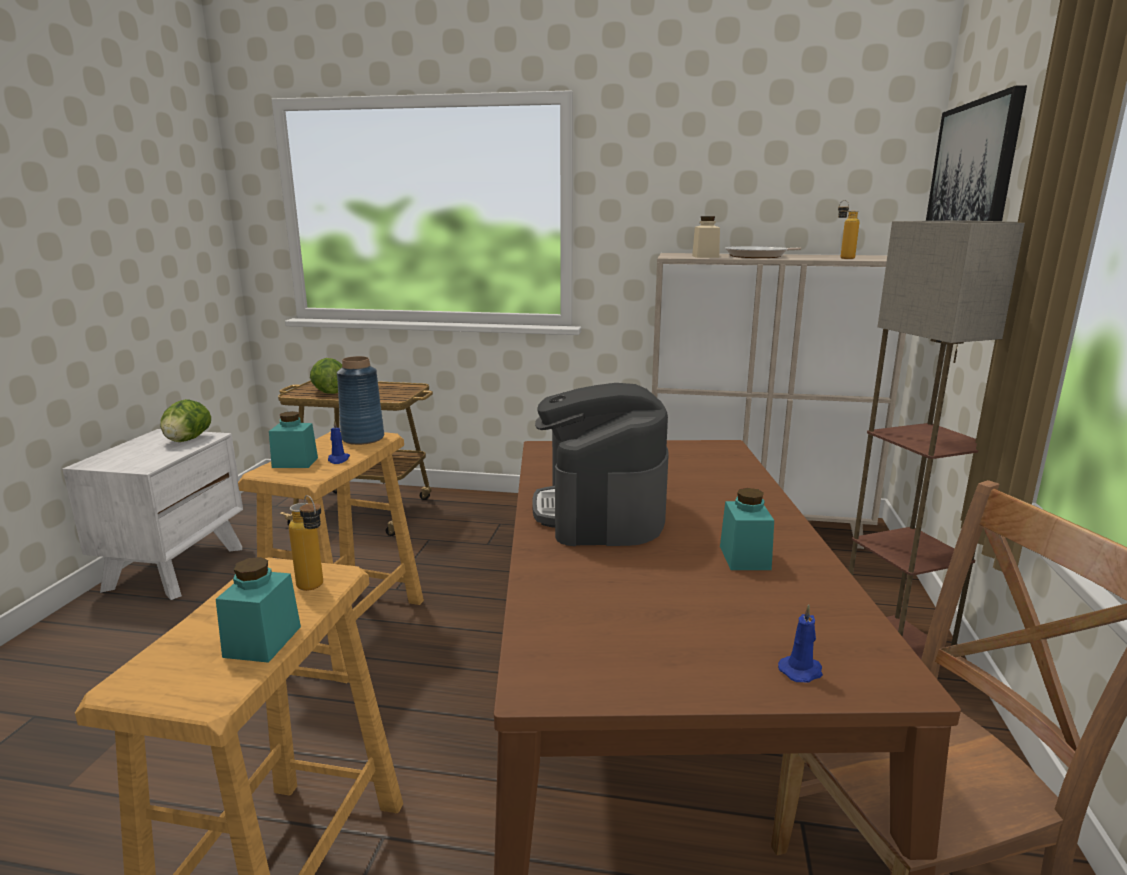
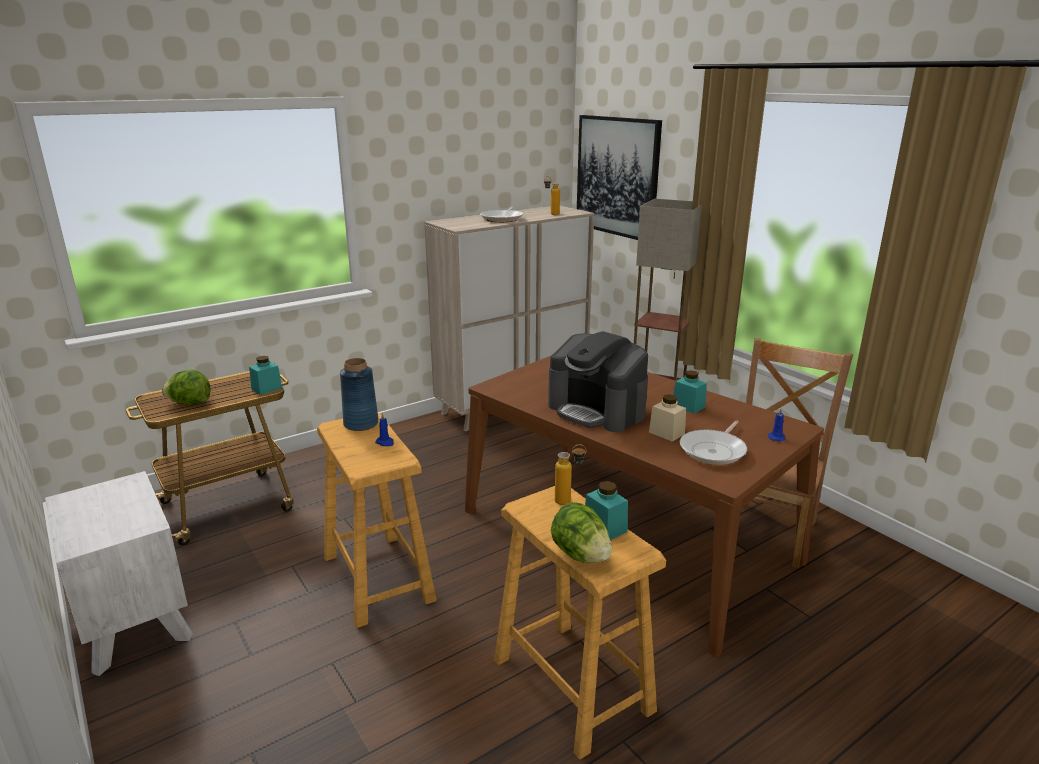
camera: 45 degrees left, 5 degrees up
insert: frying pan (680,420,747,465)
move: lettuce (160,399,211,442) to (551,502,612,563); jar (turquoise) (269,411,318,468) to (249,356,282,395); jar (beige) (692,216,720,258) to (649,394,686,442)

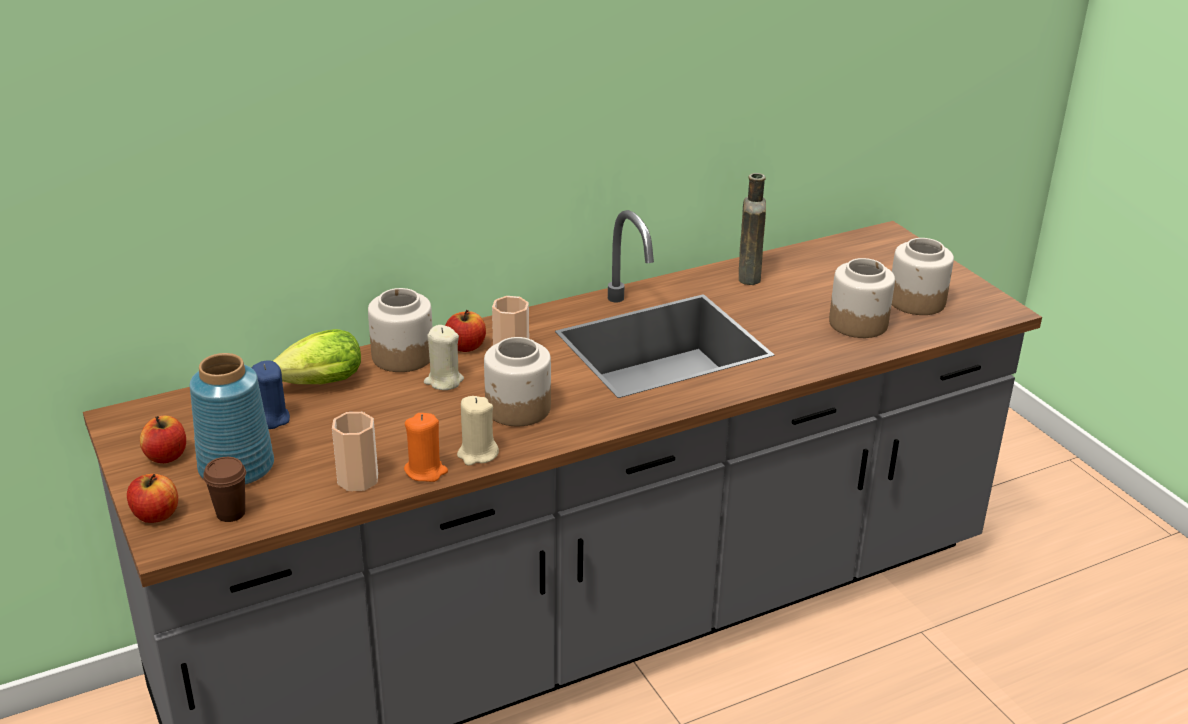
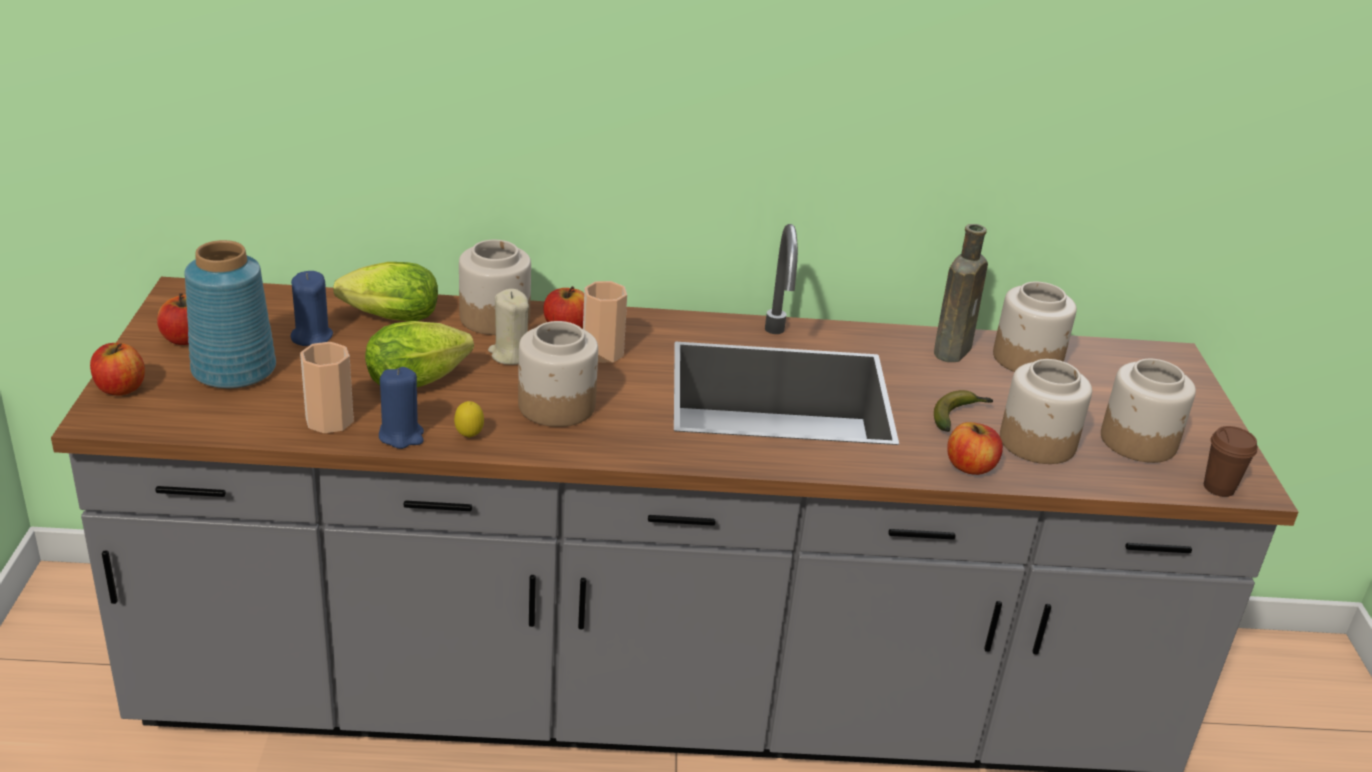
camera: 25 degrees right, 0 degrees up
insert: lettuce (365,321,474,387); banana (934,390,993,432); apple (947,422,1003,475); jar (993,282,1077,372)
move: cup (brown) (203,457,246,522) to (1204,426,1258,497)
replace: candle (beige) (457,396,499,466) to lemon (454,401,484,438)
recolor: candle (orange) (404,413,448,482) to candle (blue) (379,367,424,449)

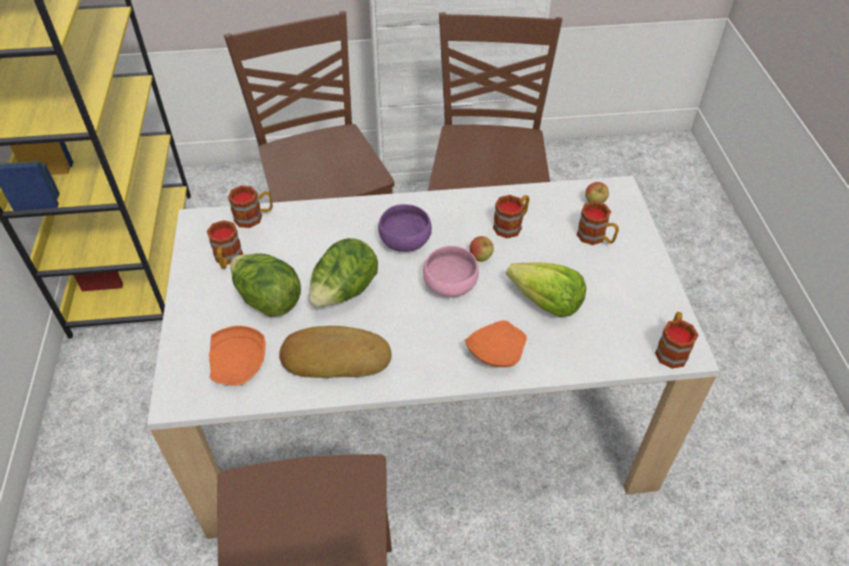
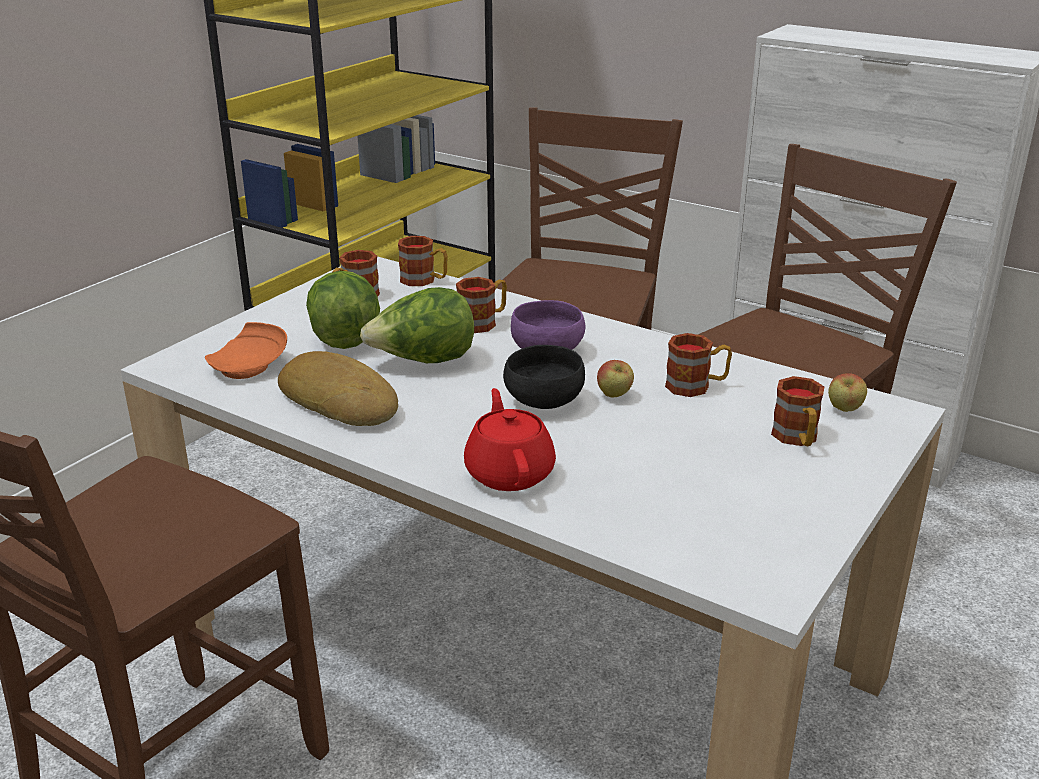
camera: 40 degrees right, 20 degrees down
delete: lettuce (506,262,586,317)
move: mug (655,312,699,369) to (456,277,507,333)
replace: plate (orange) (465,320,527,367) to teapot (red) (464,388,556,491)
recolor: bowl (pink) (423,246,479,297) to bowl (black) (503,345,585,409)

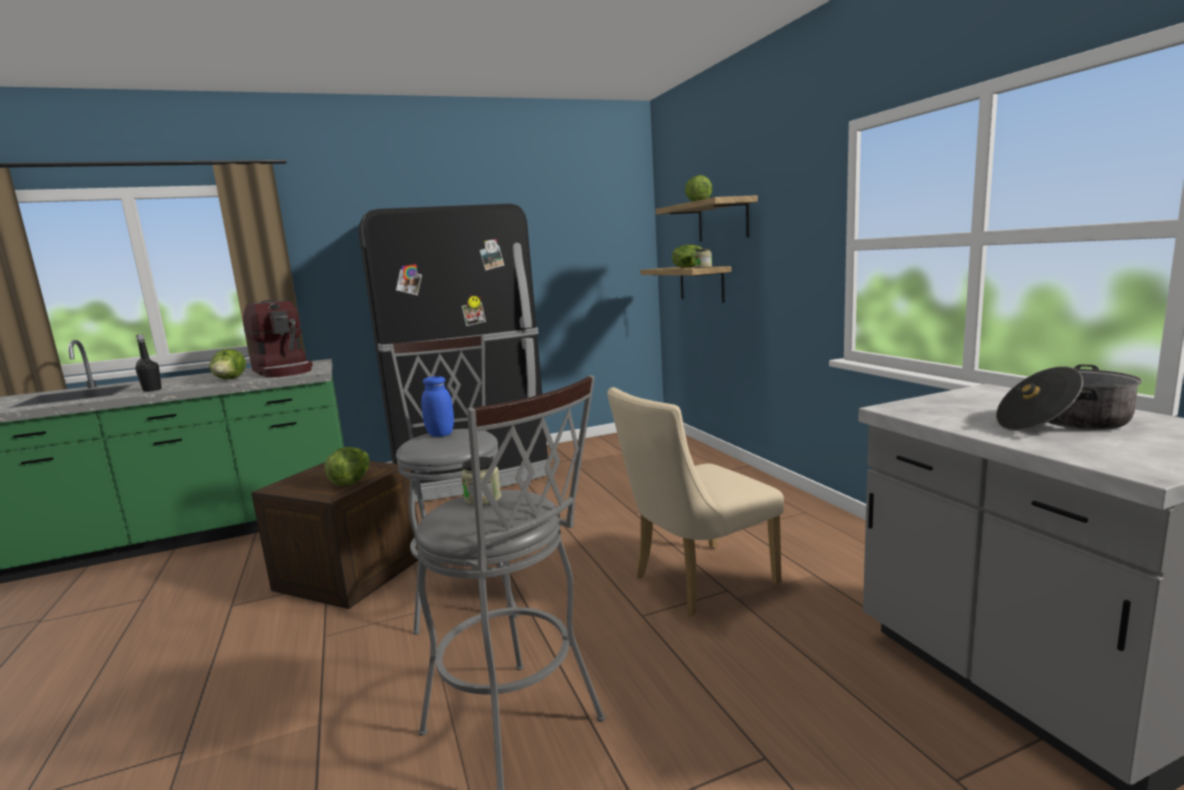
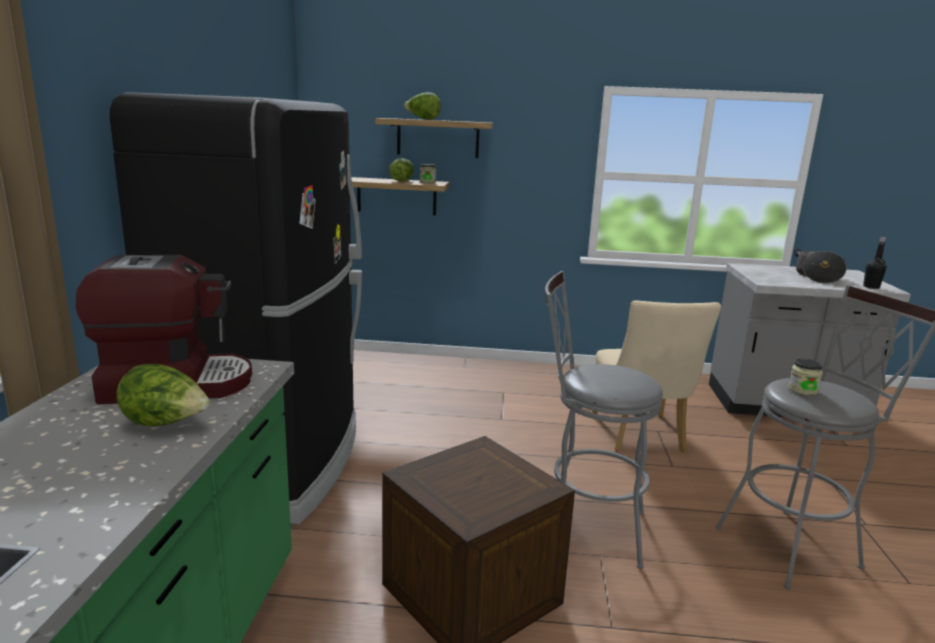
camera: 65 degrees left, 5 degrees up
delete: lettuce (324,447,370,486); jar (blue) (421,376,454,437)
move: bottle (black) (135,334,162,392) to (863,237,887,289)

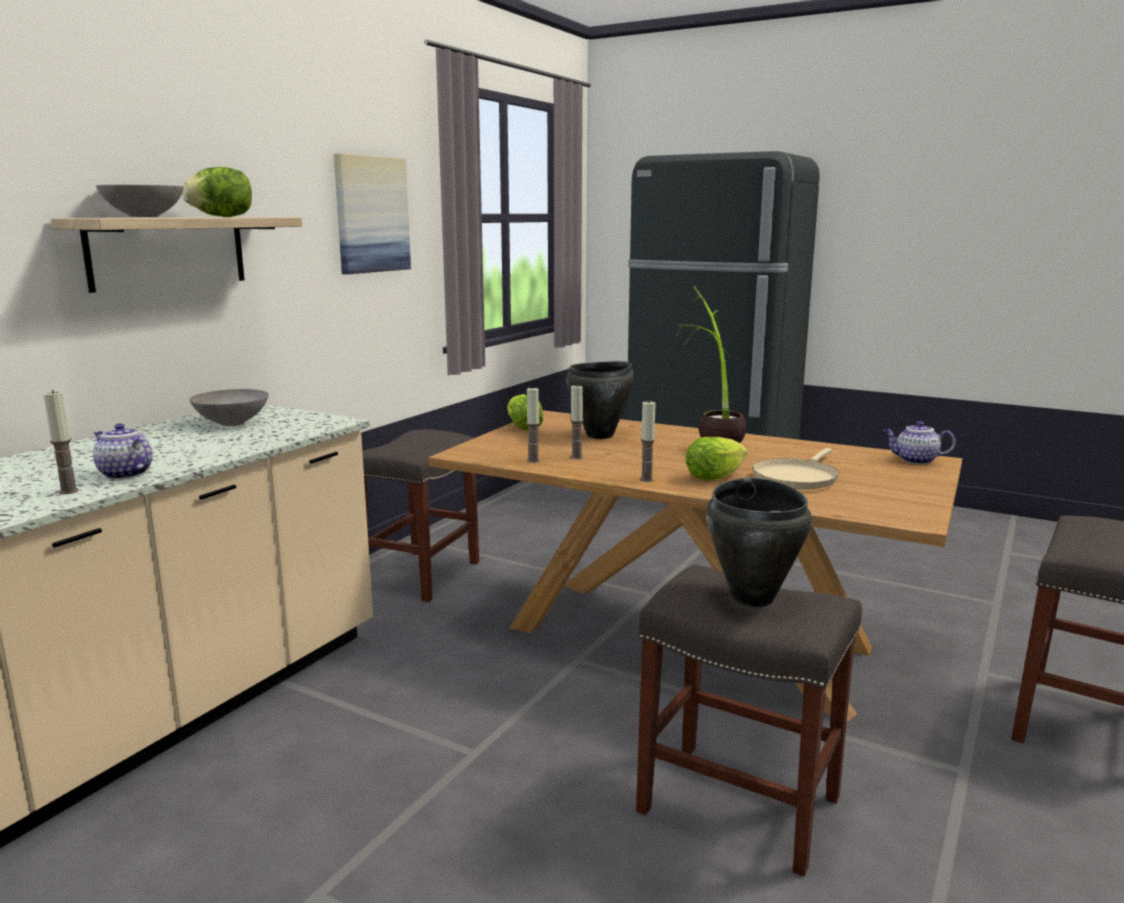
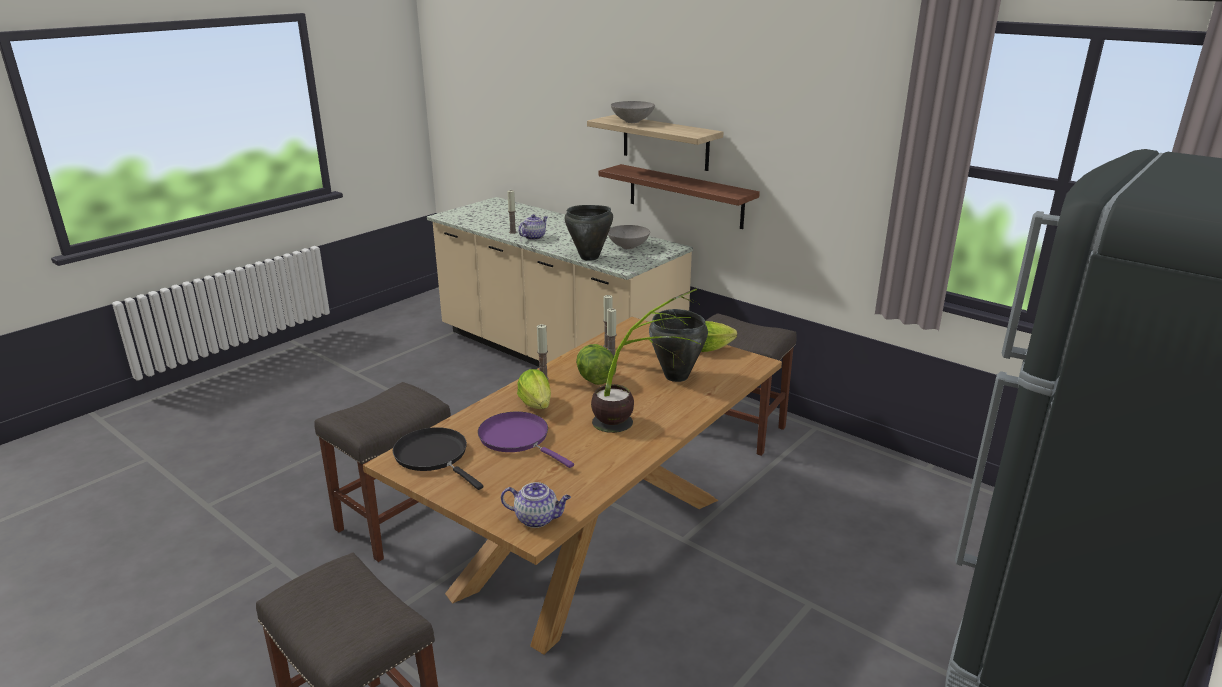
camera: 100 degrees right, 10 degrees up
delete: picture (334,153,411,274)
insert: frying pan (black) (393,427,484,490); shelf (599,164,760,229)
move: lettuce (182,167,252,217) to (576,344,617,385); cooking pot (black) (706,478,812,607) to (565,205,613,261)
recolor: frying pan (beige) (752,448,839,489) to frying pan (purple) (478,412,574,468)
rotate: teapot (884,421,956,464) = (501,482,571,528) 75 degrees clockwise

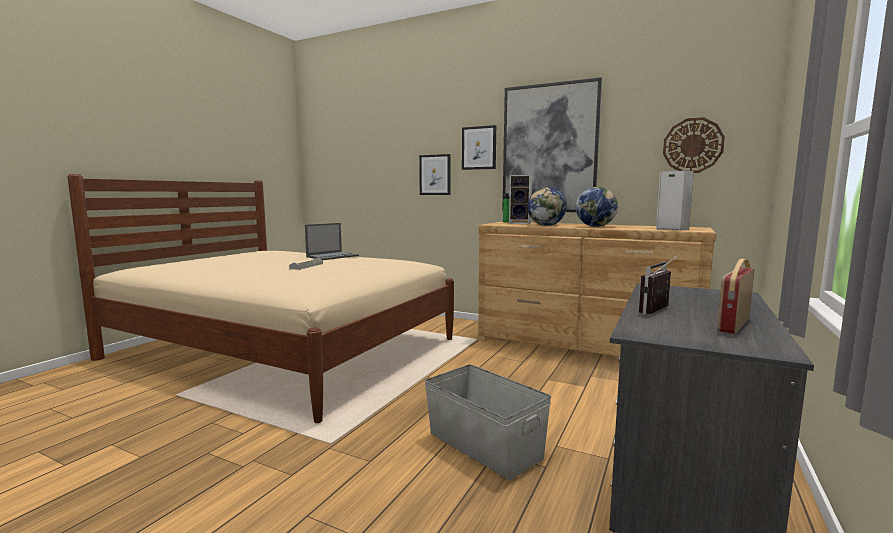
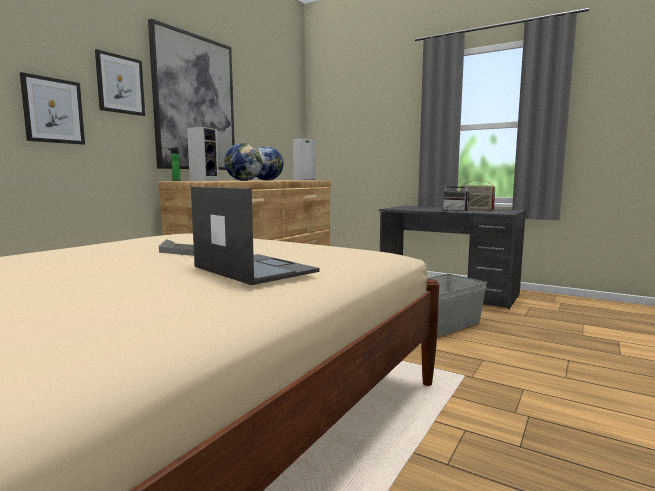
camera: 85 degrees left, 0 degrees up
delete: wall clock (663,117,725,173)
move: laptop (305,223,359,260) to (191,187,320,285)

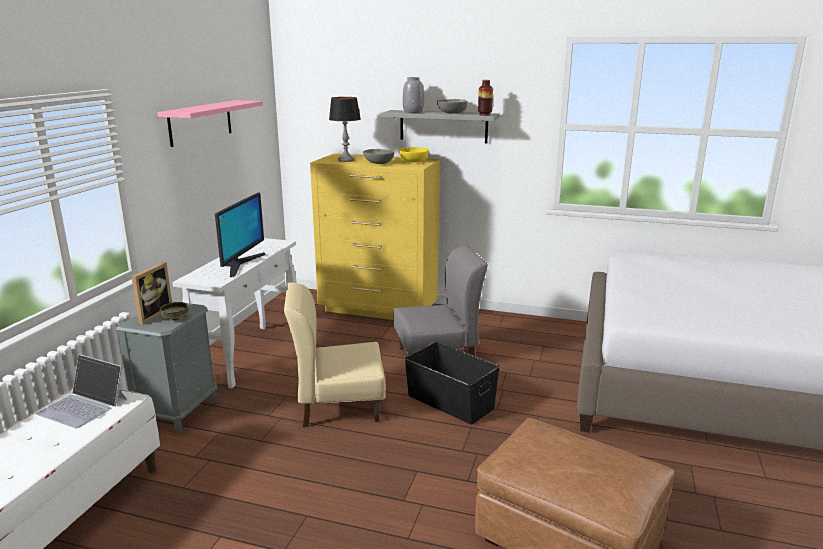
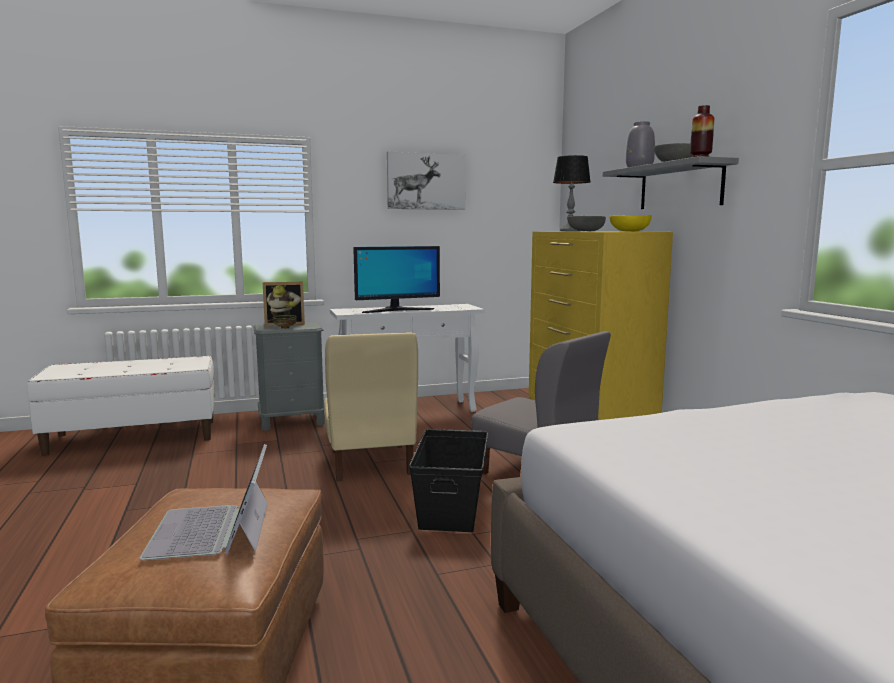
camera: 55 degrees right, 10 degrees down
move: laptop (36,354,127,428) to (139,444,268,560)
replace: shelf (pink) (157,100,263,147) to picture (387,152,466,210)
rotate: chair (beige) (284,283,386,427) = (324,332,418,482) 150 degrees counterclockwise

